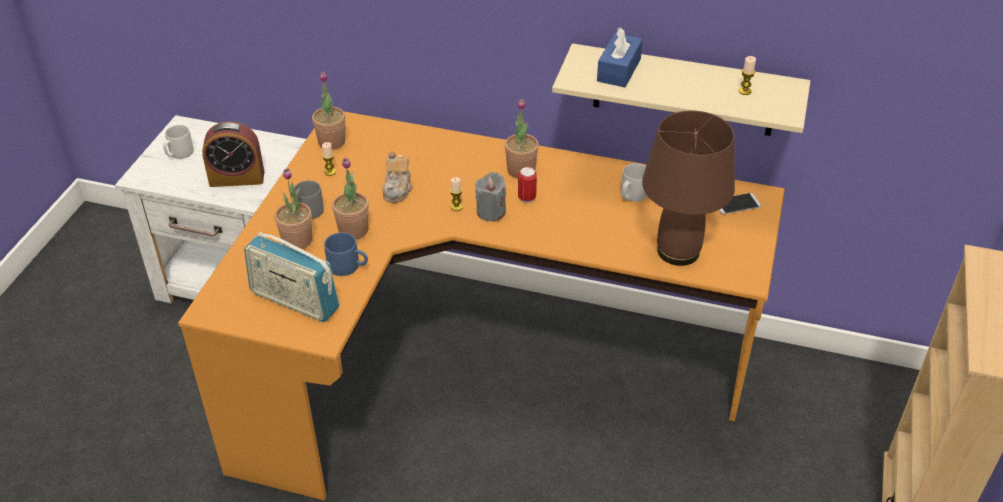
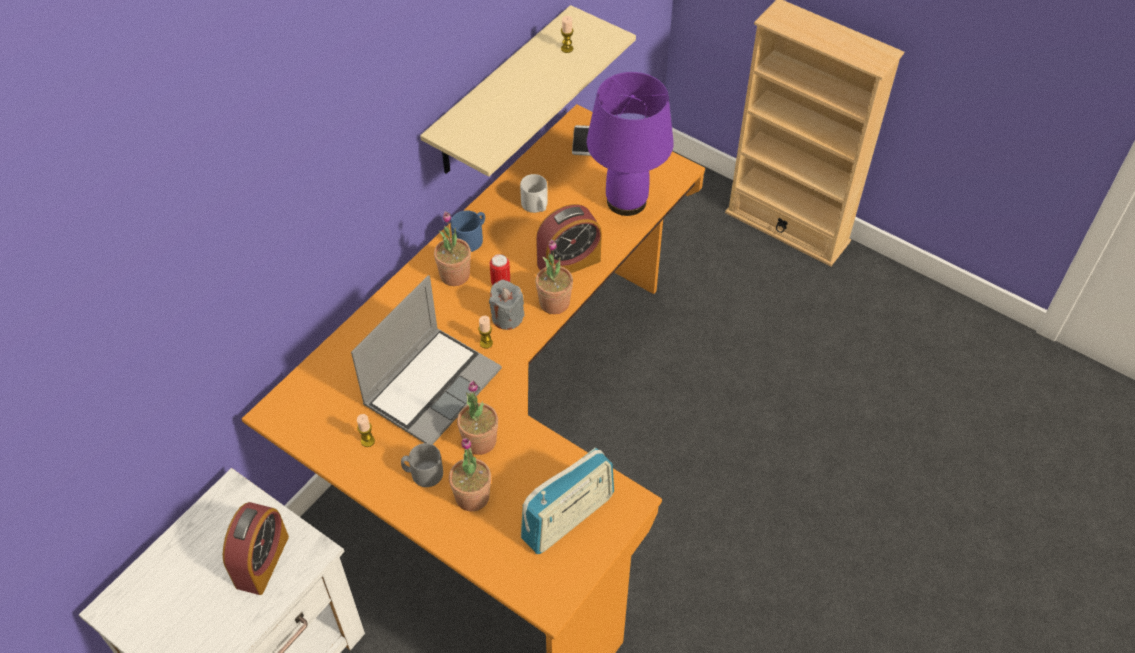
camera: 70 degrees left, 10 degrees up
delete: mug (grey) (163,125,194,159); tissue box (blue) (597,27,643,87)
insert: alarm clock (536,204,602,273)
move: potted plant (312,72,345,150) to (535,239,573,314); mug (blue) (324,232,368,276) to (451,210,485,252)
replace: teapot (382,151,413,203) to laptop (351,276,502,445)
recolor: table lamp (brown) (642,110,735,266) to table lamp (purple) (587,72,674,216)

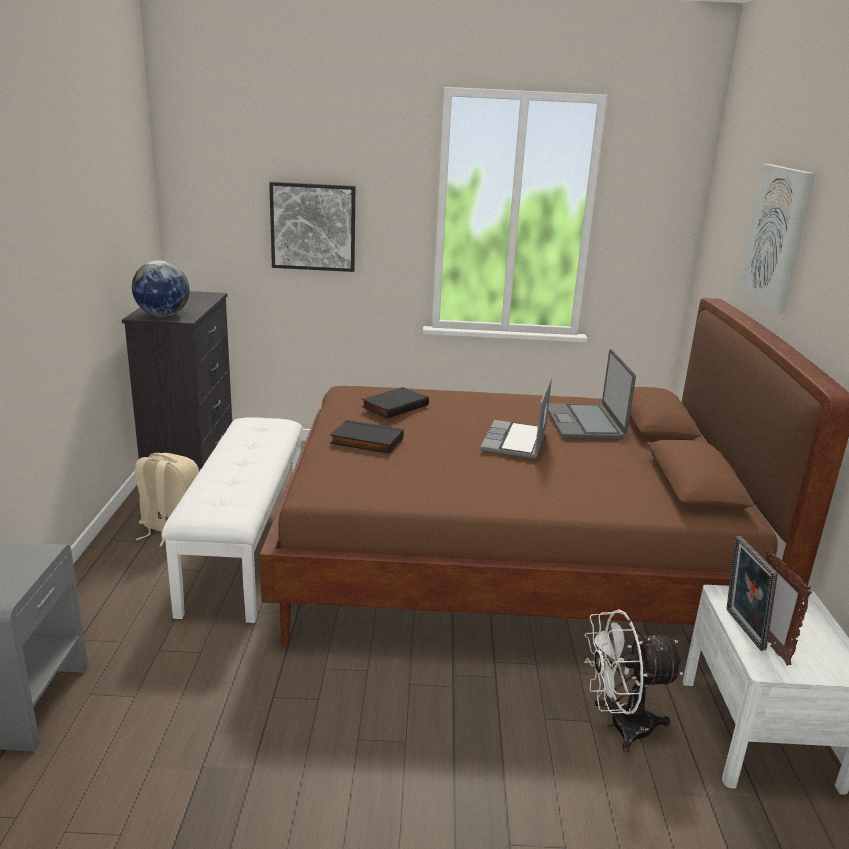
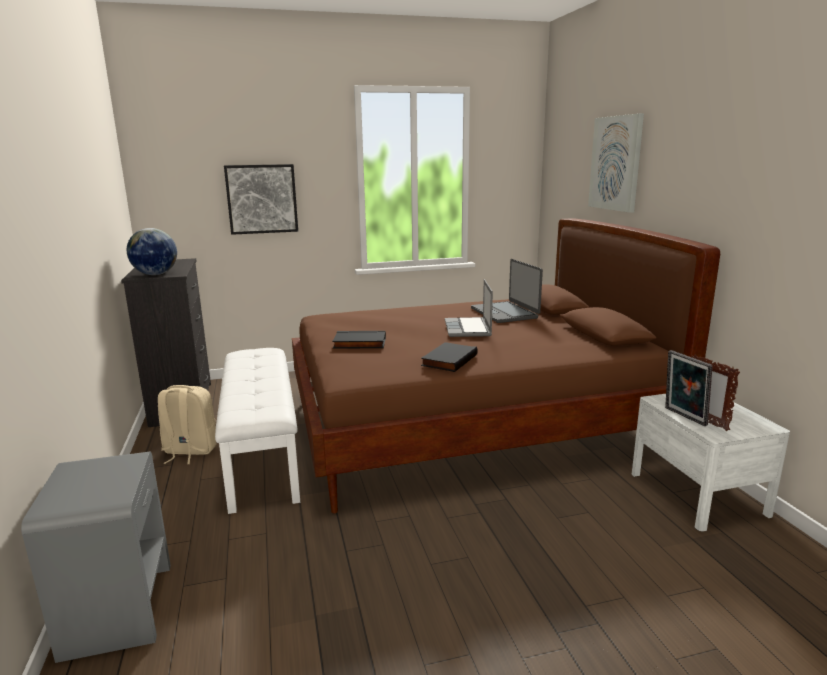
camera: 15 degrees left, 5 degrees down
delete: fan (white) (584,609,684,753)
move: book (black) (362,387,429,418) to (421,342,478,372)

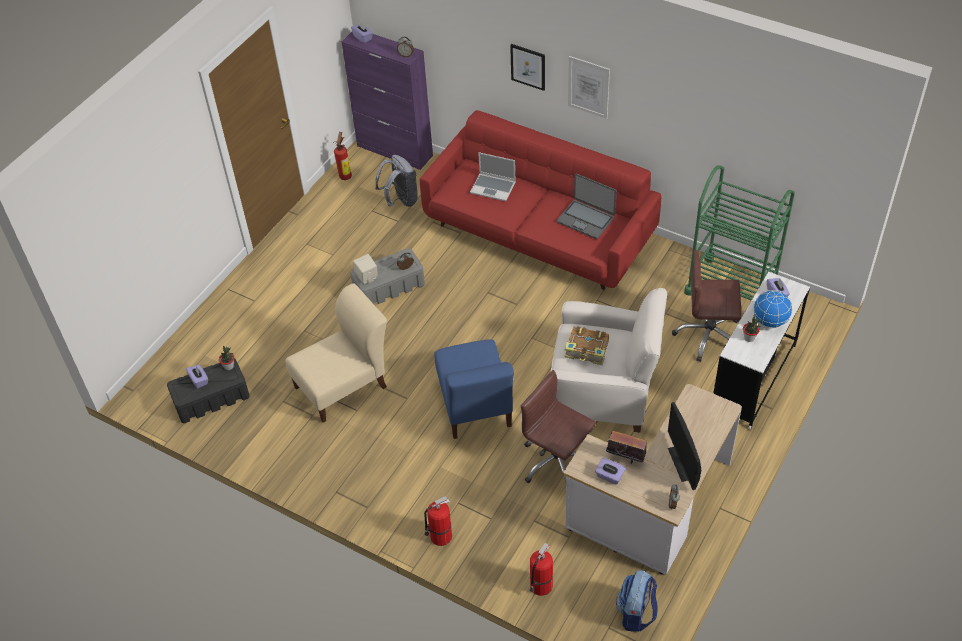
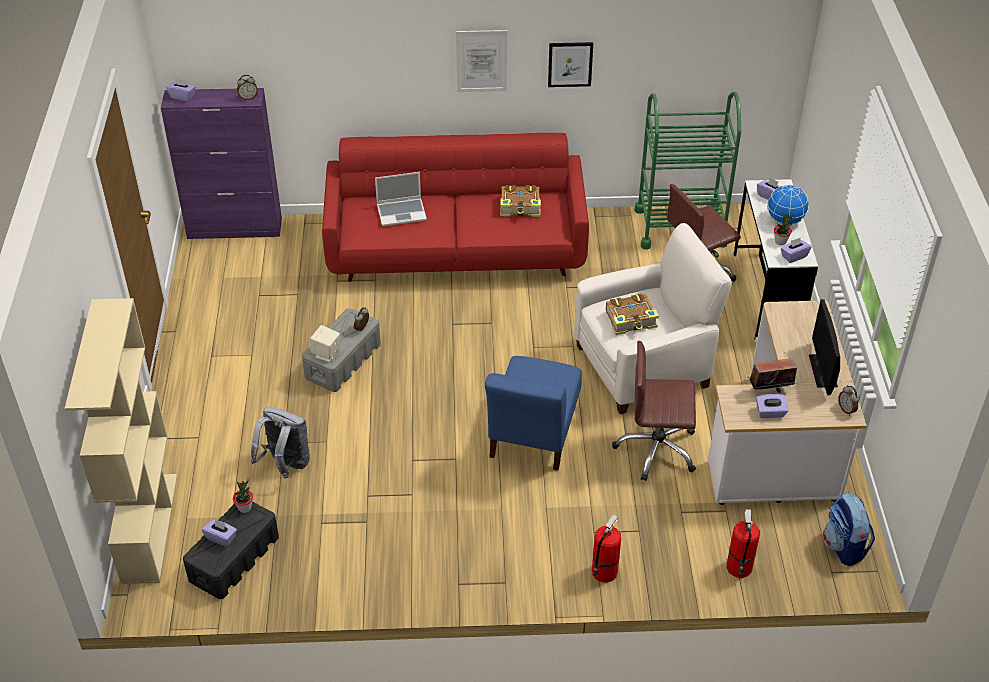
camera: 35 degrees left, 5 degrees down
delete: chair (beige) (285,283,387,423); fire extinguisher (333,132,352,180)
insert: bookcase (beige) (65,298,177,584); tissue box (purple) (781,237,812,263)
move: backpack (grey) (375,155,418,207) to (250,408,310,478); picture (510,44,545,91) to (548,42,593,87)
replace: laptop (557,173,617,239) to book (500,185,541,217)
rotate: chair (blue) (434,339,514,439) = (485,356,582,471) 60 degrees clockwise; monitor (668,402,701,490) = (809,299,840,395) 45 degrees clockwise

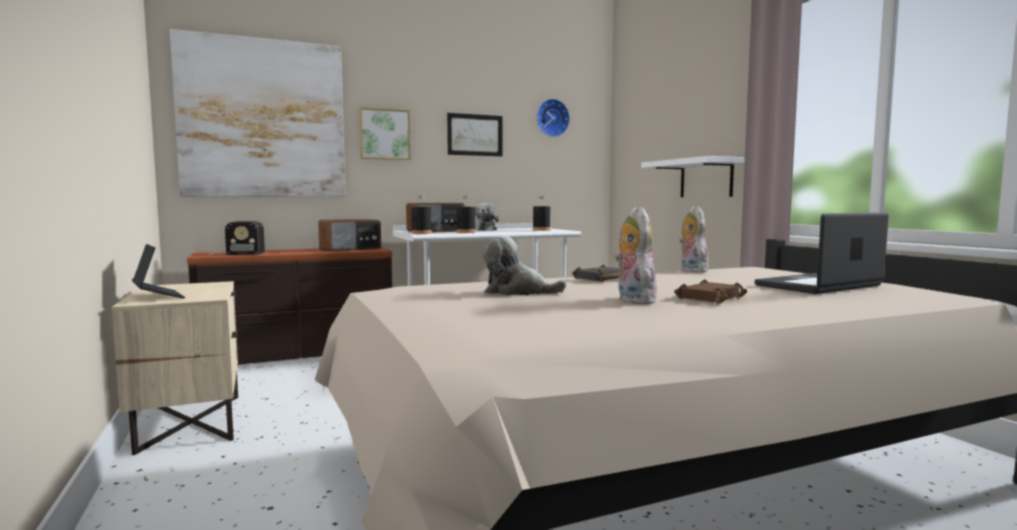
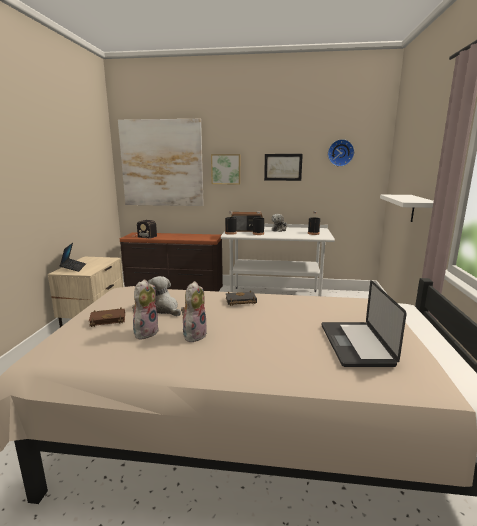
camera: 30 degrees right, 10 degrees up
delete: radio (318,219,381,252)
move: book (brown) (674,279,747,304) to (89,308,125,327); plush toy (679,206,709,272) to (132,279,159,340)
rotate: laptop (755,212,889,294) = (322,280,407,367) 90 degrees counterclockwise

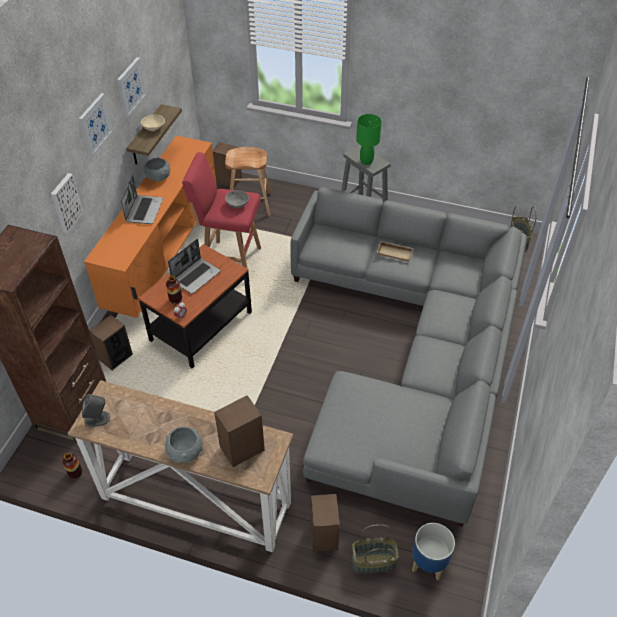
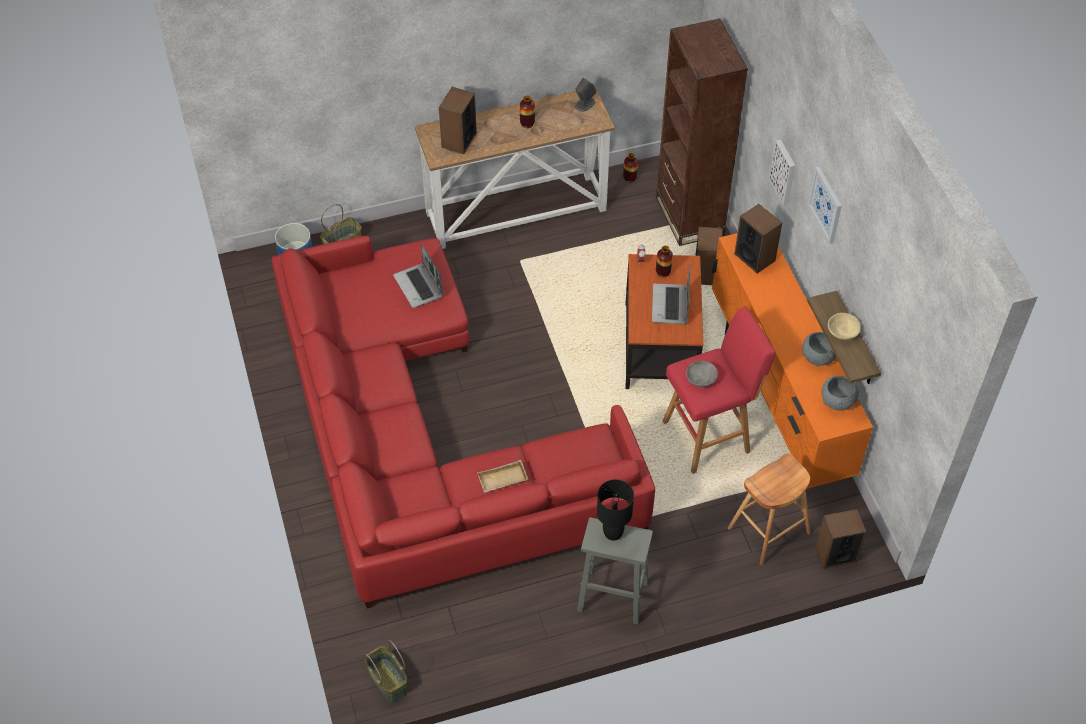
camera: 145 degrees right, 5 degrees up
delete: picture (117,57,147,118)
insert: vase (520,95,535,128)
move: laptop (121,175,163,224) to (393,243,443,308); bowl (grey) (165,427,203,463) to (822,376,859,410); speaker (311,494,340,552) to (734,204,782,273)
recolor: sofa (grey) (291,187,527,527) to sofa (red) (272,236,655,609); table lamp (green) (356,114,382,165) to table lamp (black) (597,479,634,541)

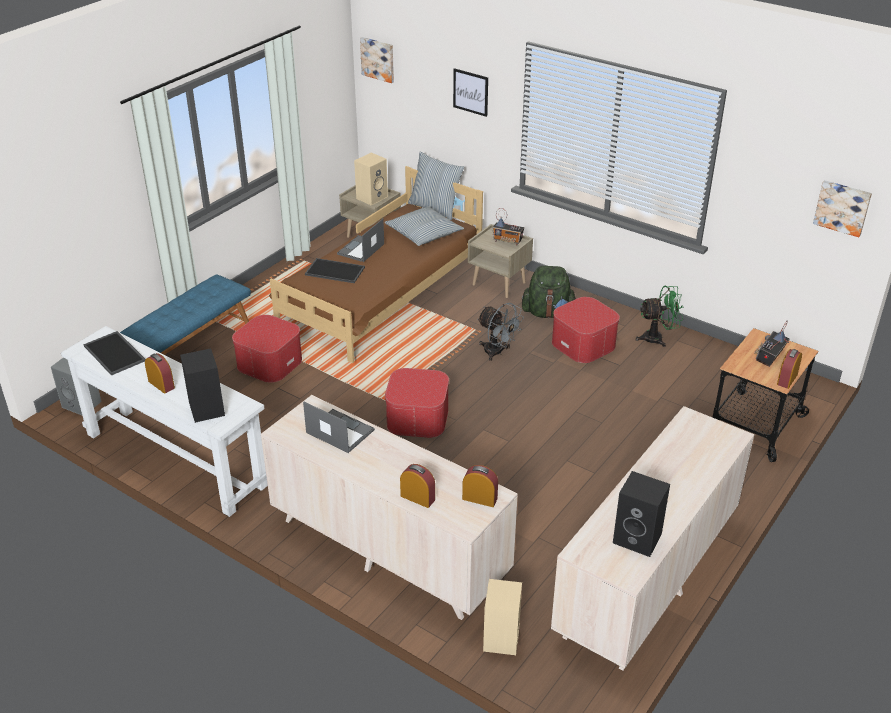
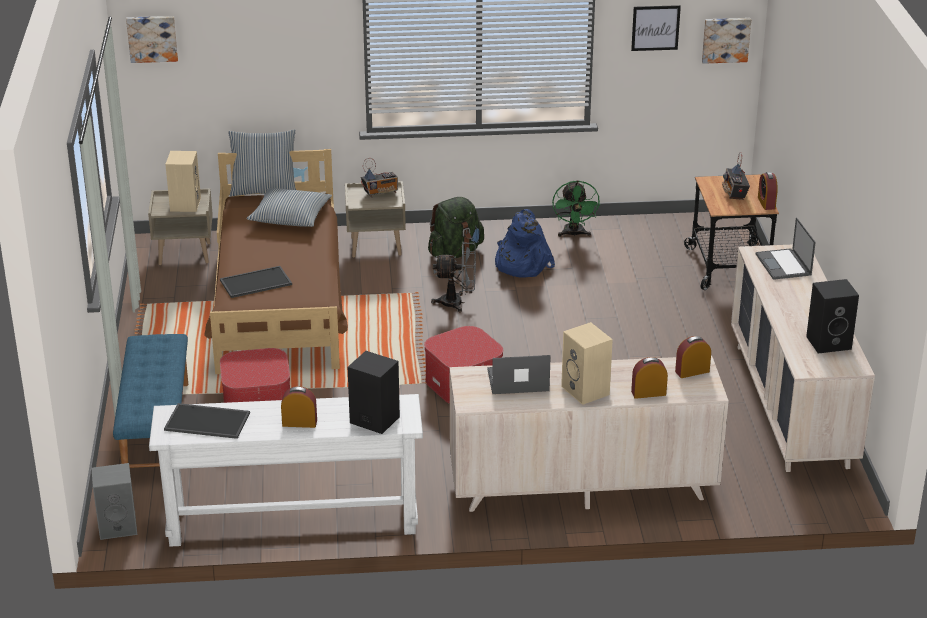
camera: 40 degrees left, 5 degrees down
move: laptop (337,219,384,262) to (756,217,816,280); picture (453,68,488,117) to (631,5,681,51); speaker (beige) (483,579,522,655) to (561,322,613,405)
replace: ottoman (552,297,620,363) to backpack (blue) (495,209,555,278)
rotate: fan (green) (635,286,684,347) = (552,180,600,237) 135 degrees clockwise

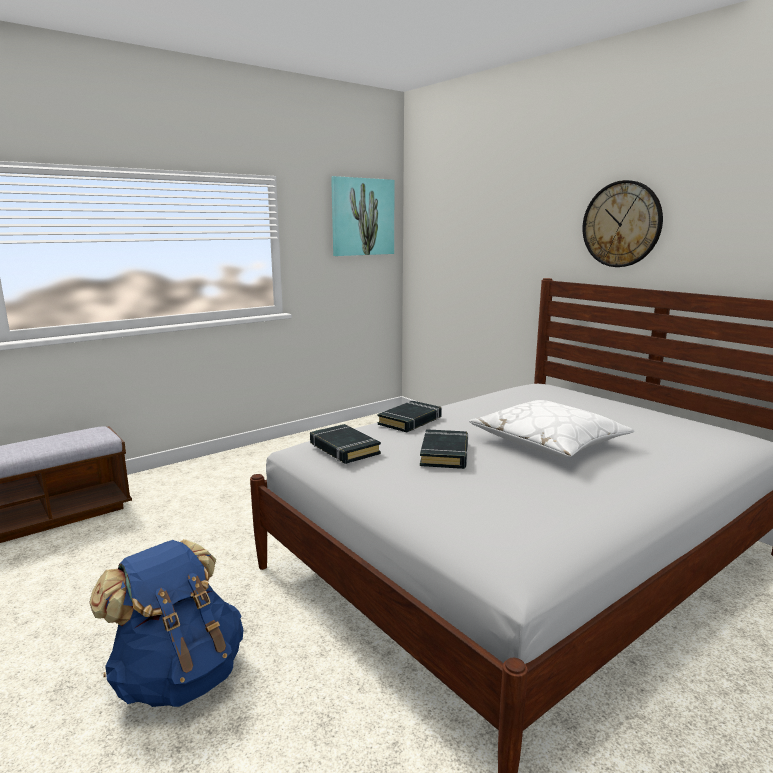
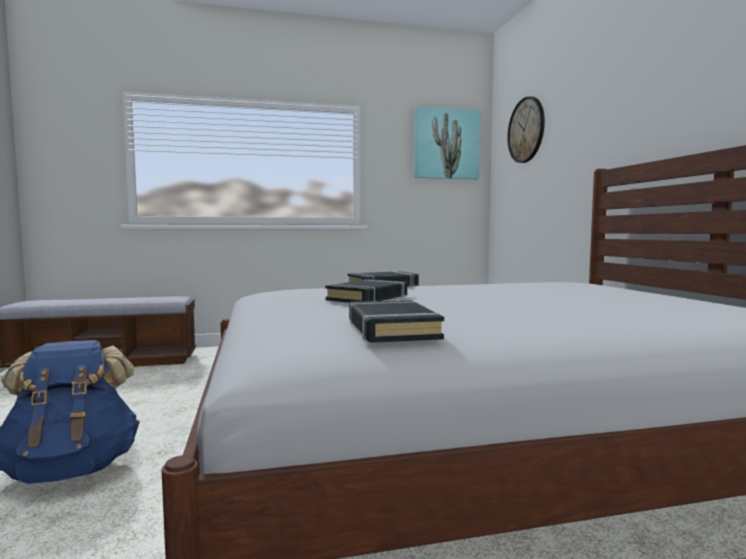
camera: 25 degrees right, 10 degrees down
delete: pillow (white) (469,400,634,457)
move: book (black) (310,424,381,464) to (349,300,444,343); wall clock (583,180,663,267) to (507,96,545,163)

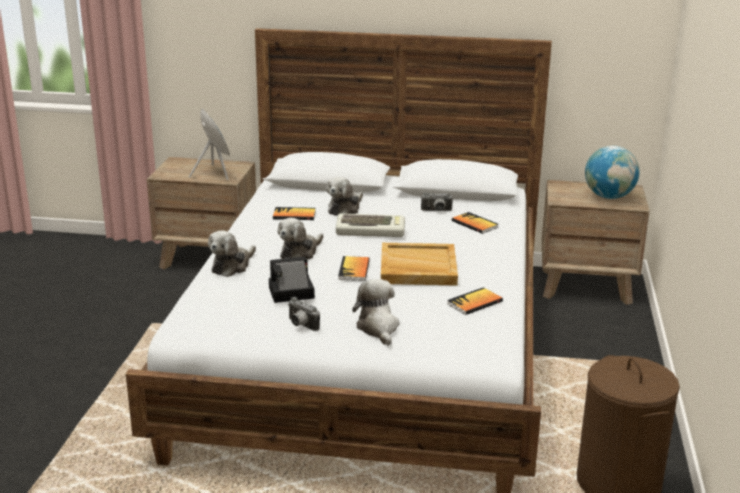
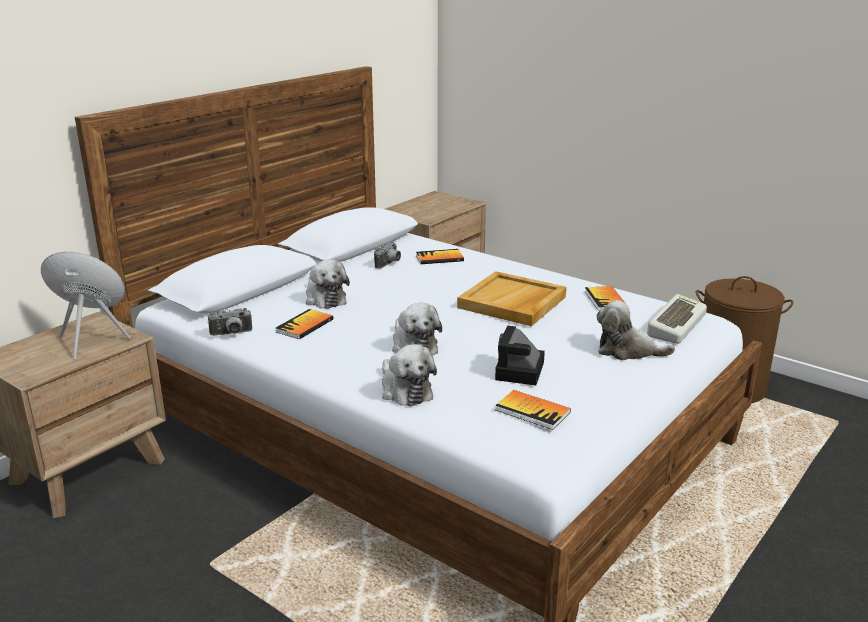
camera: 60 degrees left, 0 degrees up
delete: globe (585,146,639,199)
move: photo camera (288,297,320,331) to (208,308,252,336); keyboard (336,214,405,237) to (647,294,707,344); book (338,256,370,281) to (495,390,571,430)

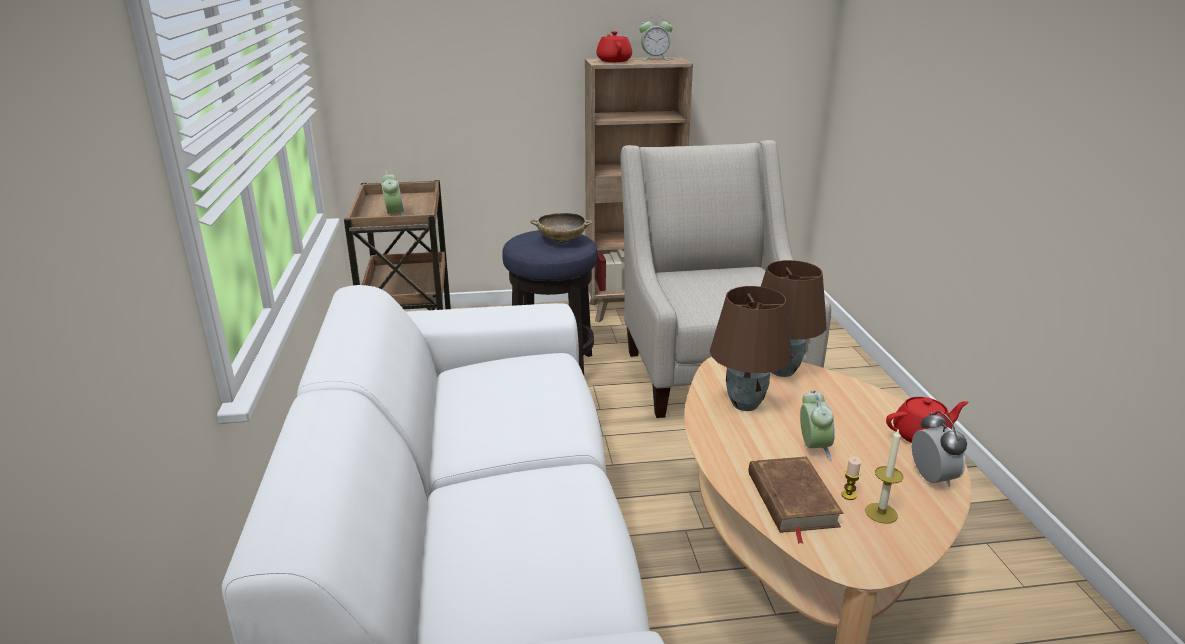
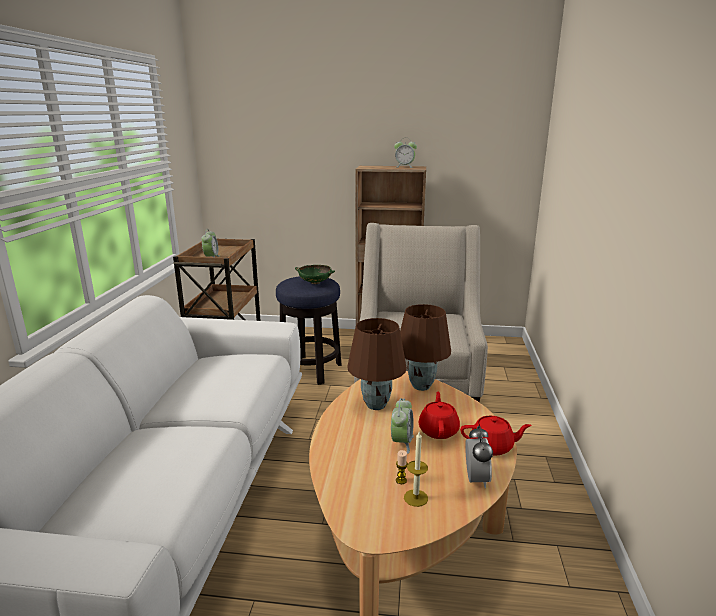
camera: 15 degrees right, 5 degrees down
delete: book (brown) (749,457,843,544)
move: teapot (red) (596,31,632,62) to (419,392,460,439)
recolor: bowl (beige) (530,213,593,243) to bowl (green) (295,265,335,284)

